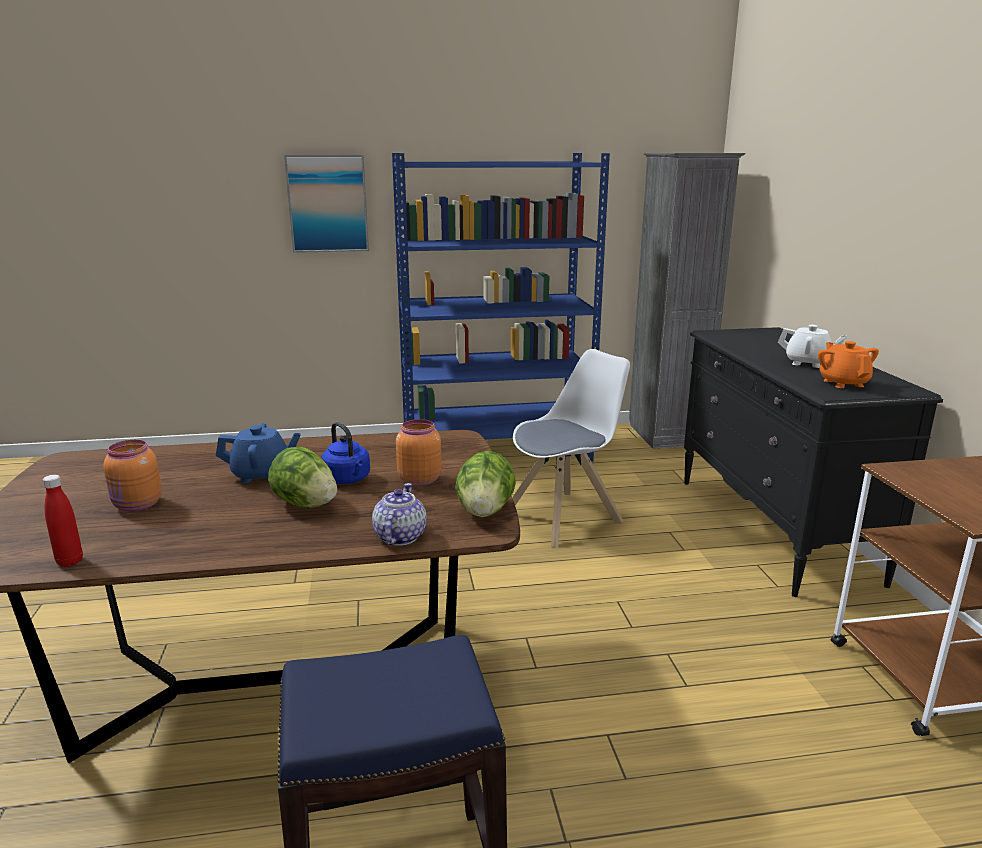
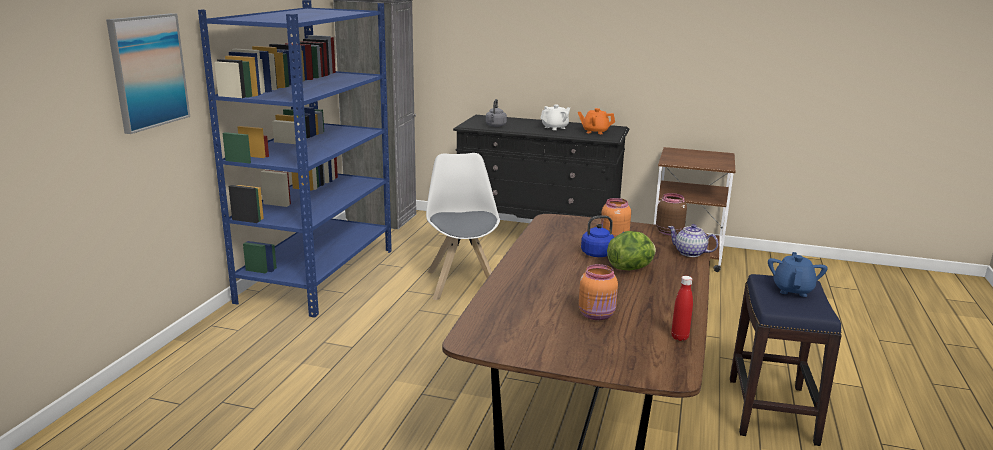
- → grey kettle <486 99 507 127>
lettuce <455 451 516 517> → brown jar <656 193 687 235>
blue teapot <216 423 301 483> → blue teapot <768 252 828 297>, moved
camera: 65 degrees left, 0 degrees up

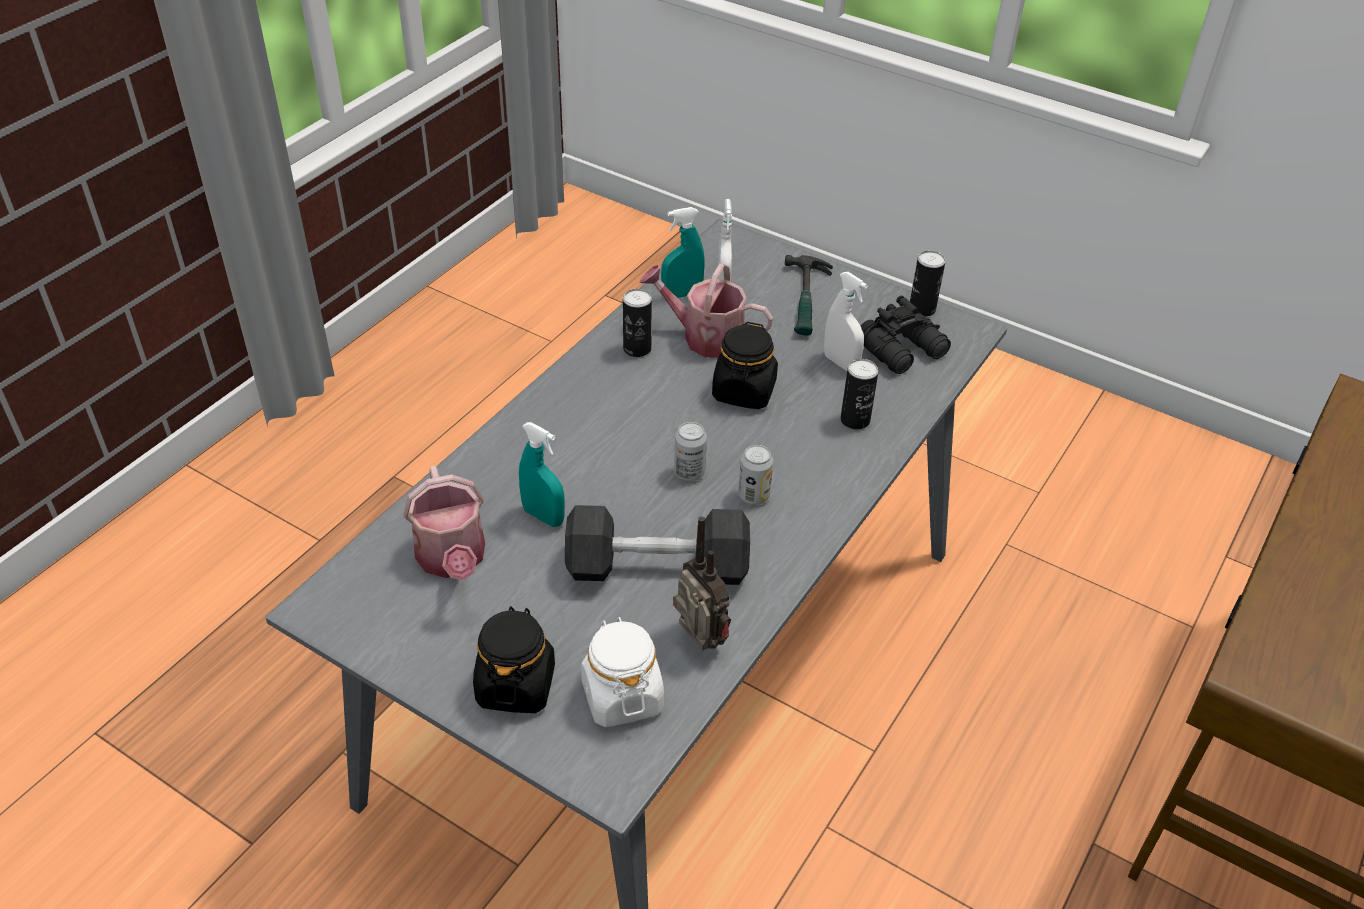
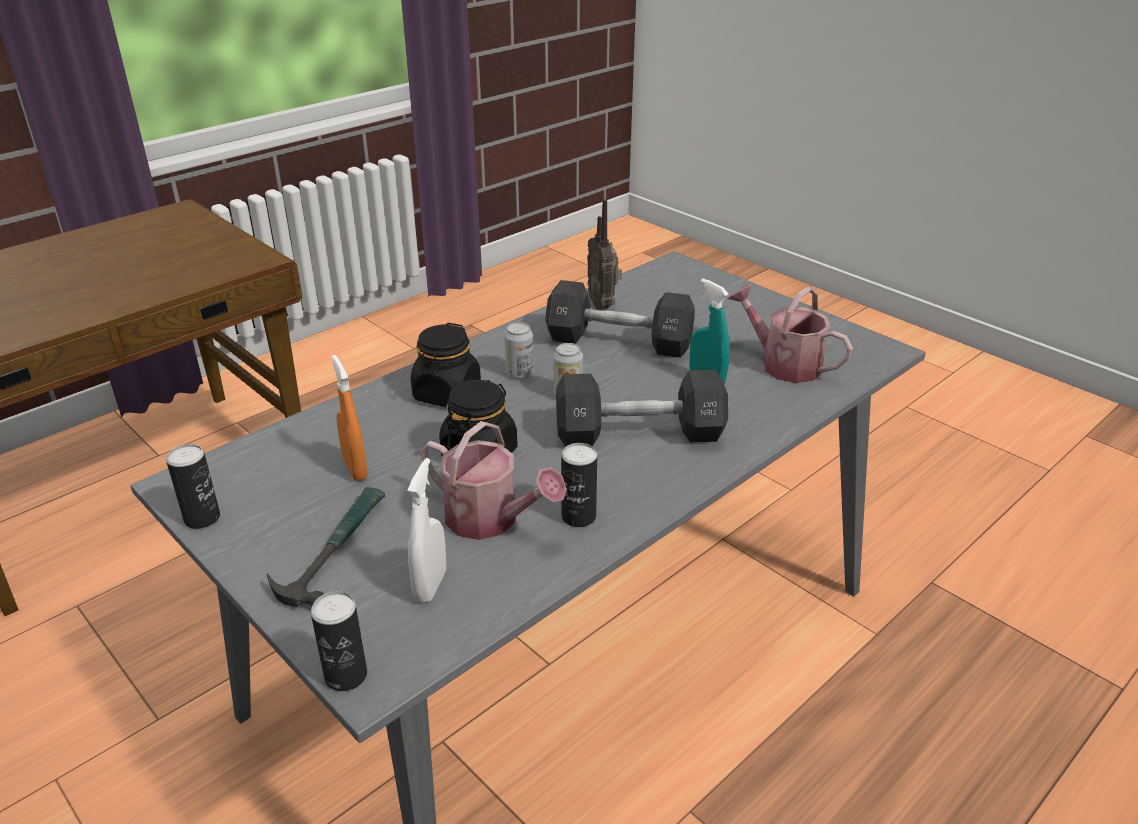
can <841 359 879 430> → can <311 591 367 691>, moved
white spray bottle <824 272 868 371> → orange spray bottle <332 355 368 481>
black jar <473 606 555 713> → black jar <411 323 481 407>, moved
- → black dumbbell <556 370 728 446>
watering can <403 466 485 580> → watering can <728 284 853 383>, 45 degrees counterclockwise
white jar <581 617 664 727> → -
turquoise spray bottle <661 207 705 298> → -
black binoculars <860 295 951 374> → -
camera: 165 degrees left, 10 degrees down

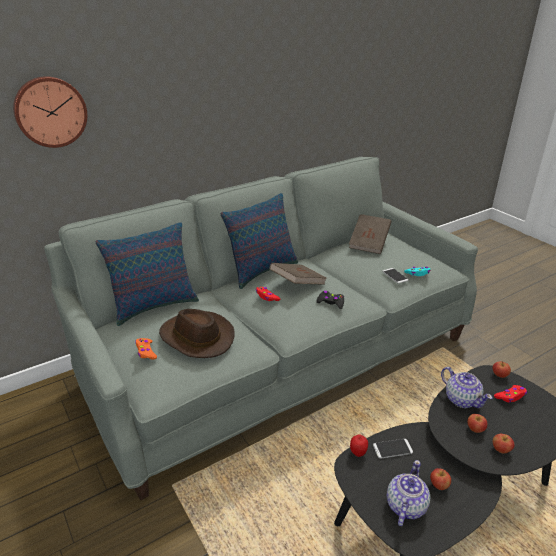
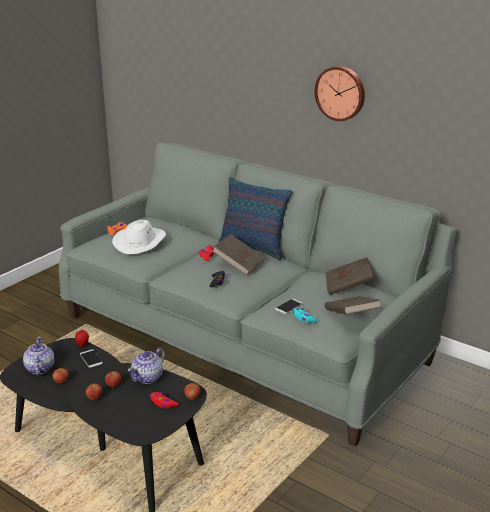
teapot <387 460 430 526> → teapot <23 337 55 375>, 105 degrees counterclockwise
brown hat <159 309 235 358> → white hat <112 220 166 254>
wall clock <13 76 87 148> → wall clock <314 66 365 121>, moved
- → brown book <325 296 382 314>
blue pillow <96 222 199 326> → -
camera: 70 degrees right, 5 degrees down

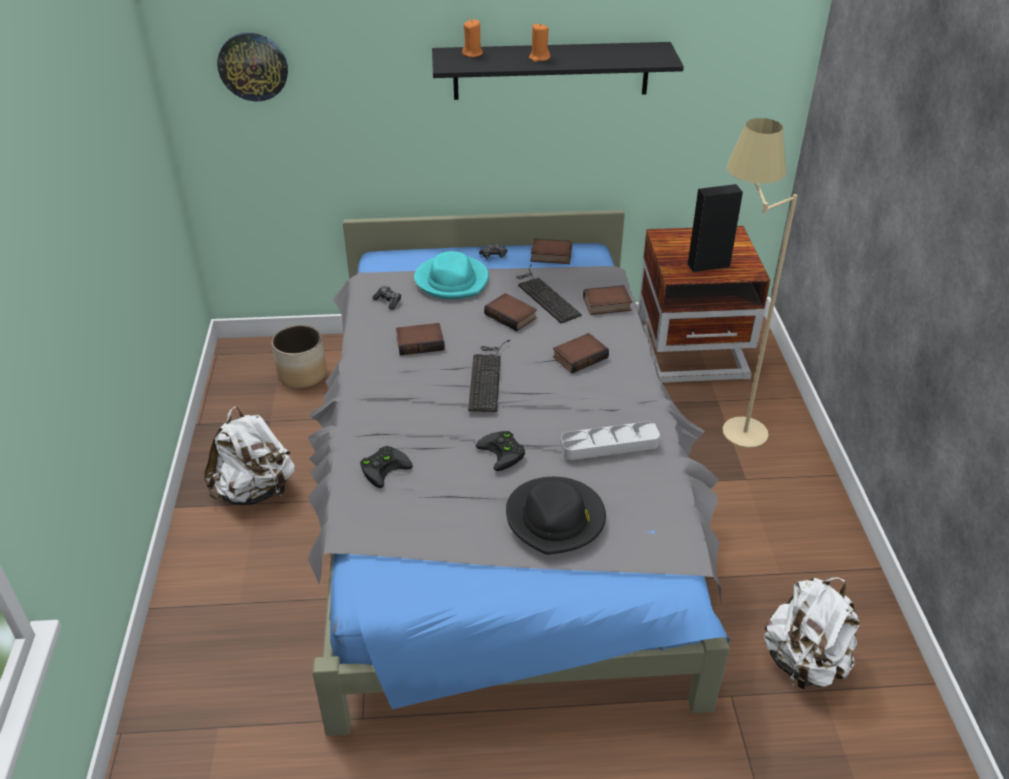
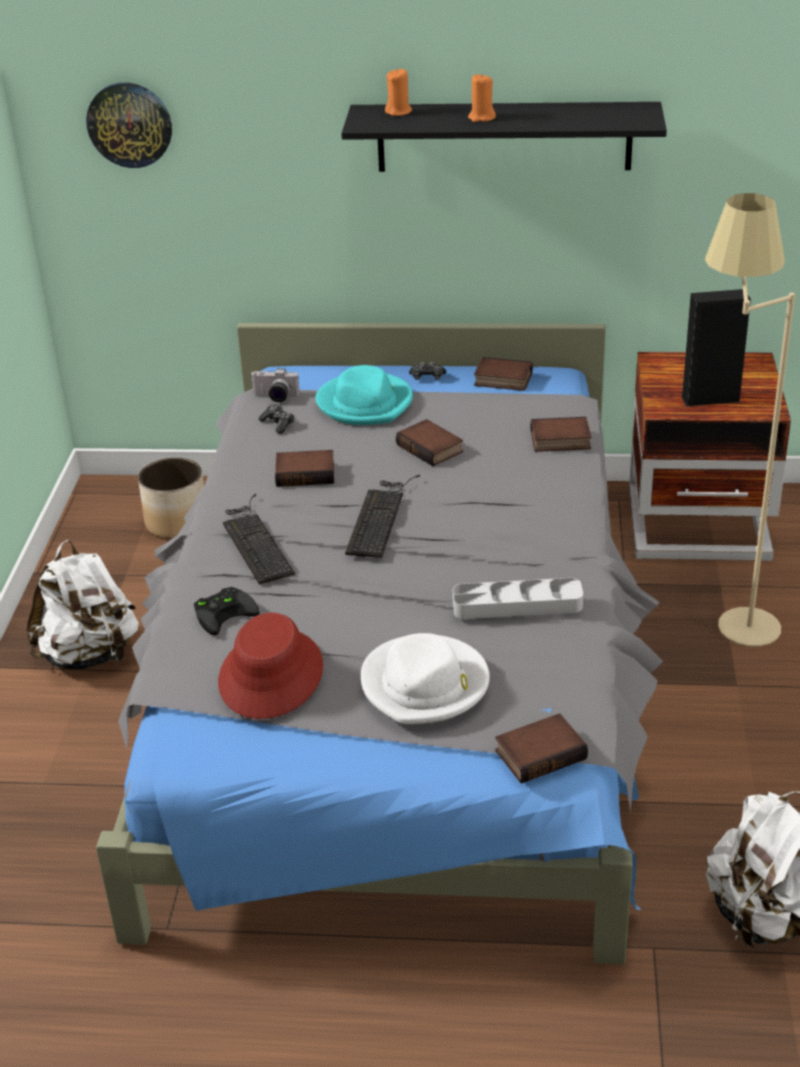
- → red hat <218 612 323 719>
keyboard <516 264 582 323> → keyboard <223 494 295 584>, moved
- → photo camera <250 369 300 402>
black hat <506 477 606 554> → white hat <361 633 490 724>
book <553 333 609 373> → book <495 713 588 784>, moved
black game controller <476 431 525 471> → -
camera: 10 degrees right, 5 degrees down

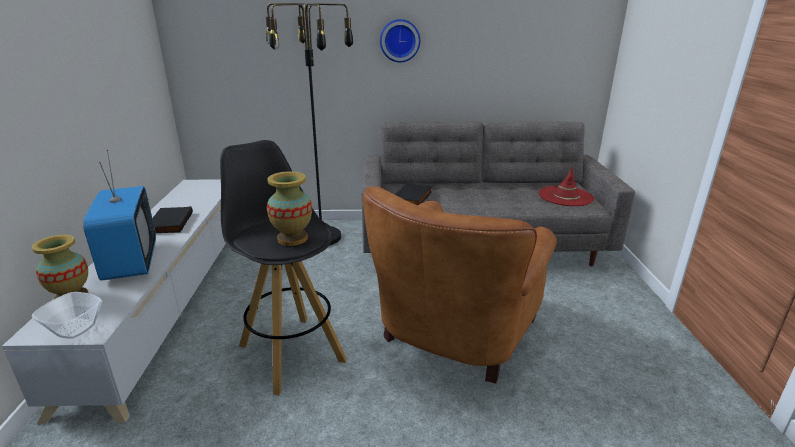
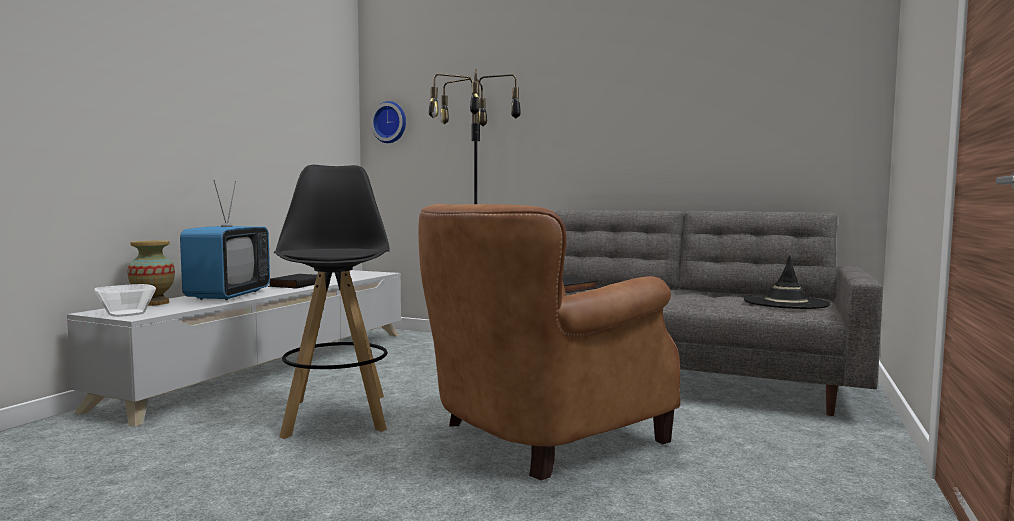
wall clock <380 19 420 62> → wall clock <371 101 406 143>, moved
red hat <539 166 594 206> → black hat <744 255 830 309>
vase <267 171 312 246> → -
camera: 25 degrees right, 20 degrees down

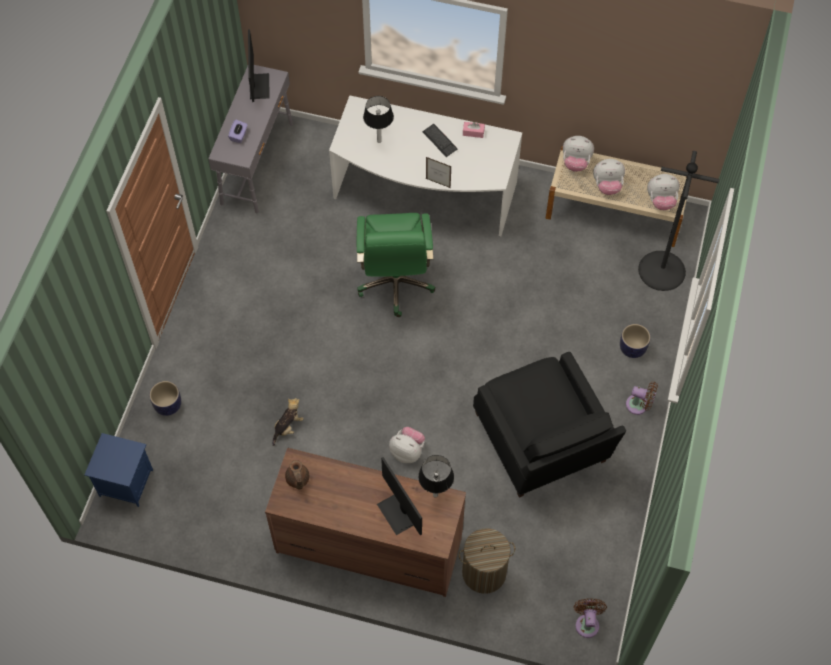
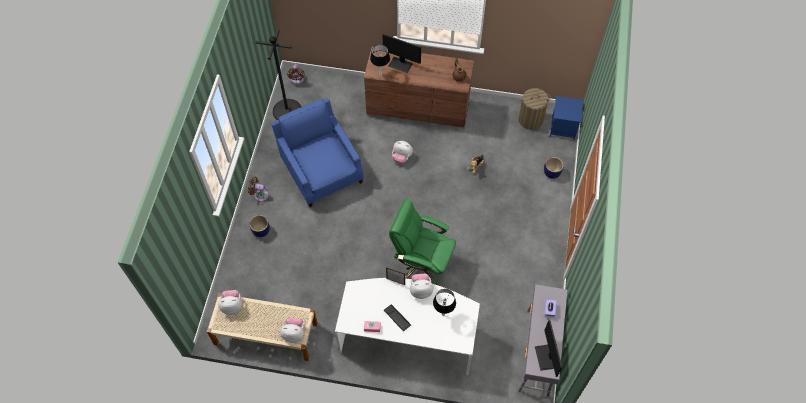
black clothes rack <638 151 719 291> → black clothes rack <256 30 301 120>, moved
black armchair <473 352 626 498> → blue armchair <271 98 364 207>
monitor <377 457 422 535> → monitor <383 34 421 73>, 150 degrees clockwise
green office chair <357 213 435 317> → green office chair <389 199 456 285>, 60 degrees counterclockwise
plush toy <593 159 625 195> → plush toy <410 274 434 299>, moved
laundry basket <459 528 515 594> → laundry basket <518 88 551 130>, moved
camera: 175 degrees right, 0 degrees up

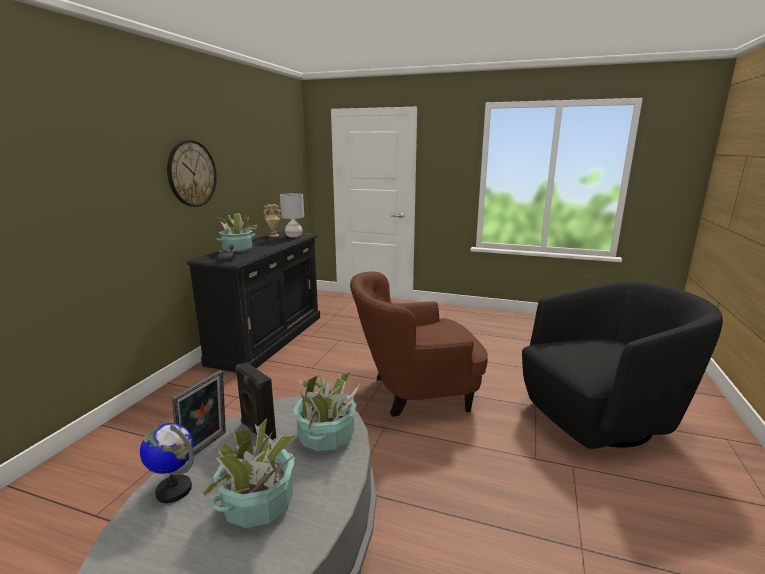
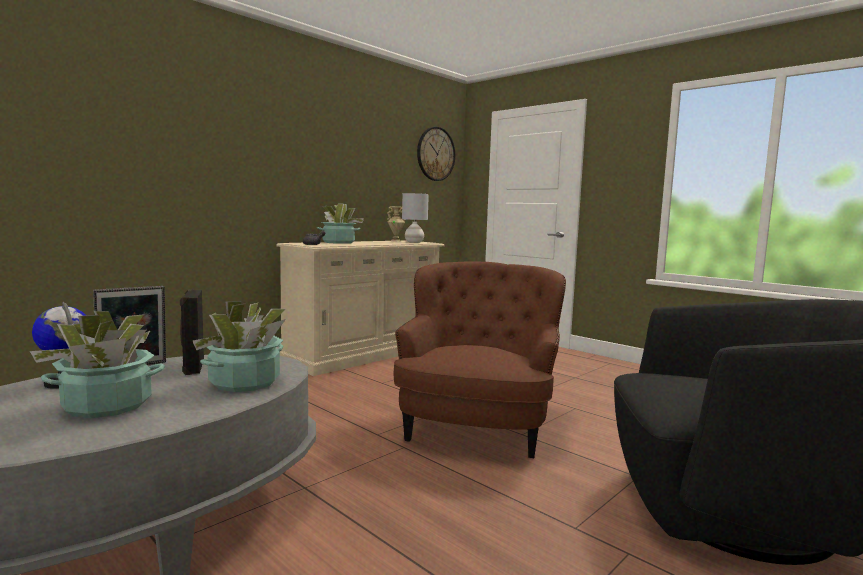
black cabinet <186 232 320 372> → beige cabinet <277 240 445 376>
brown armchair <350 272 488 417> → brown armchair <394 261 566 458>, 90 degrees clockwise
wall clock <167 140 217 207> → wall clock <417 127 455 181>, moved
camera: 25 degrees right, 10 degrees down

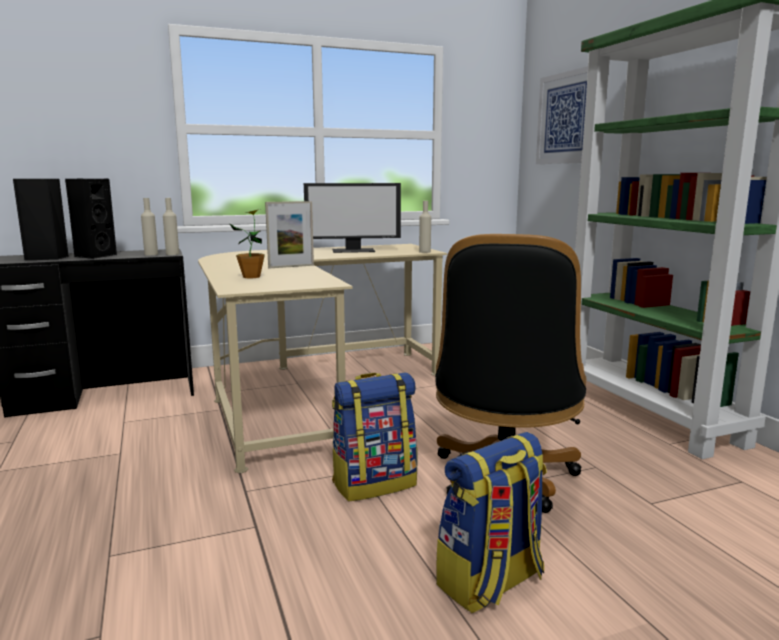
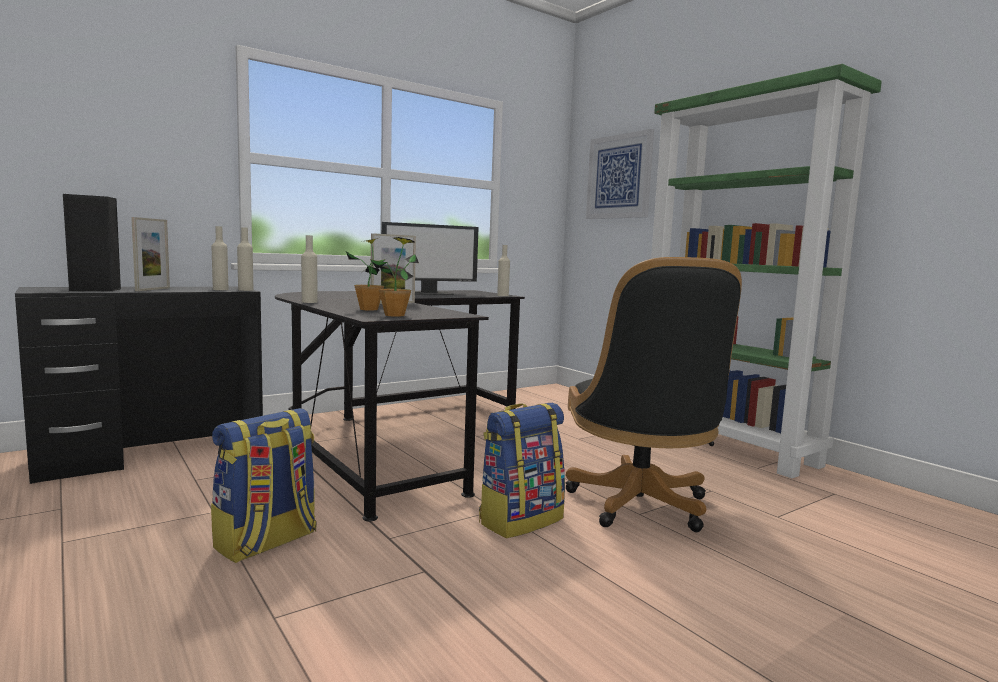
black speaker <65 179 117 259> → picture frame <131 217 170 291>
backpack <436 432 547 613> → backpack <211 408 317 563>, moved
beige desk <198 244 447 473> → black desk <275 290 525 522>
- → beige bottle <301 235 317 303>
- → potted plant <370 237 419 317>
camera: 15 degrees left, 5 degrees down

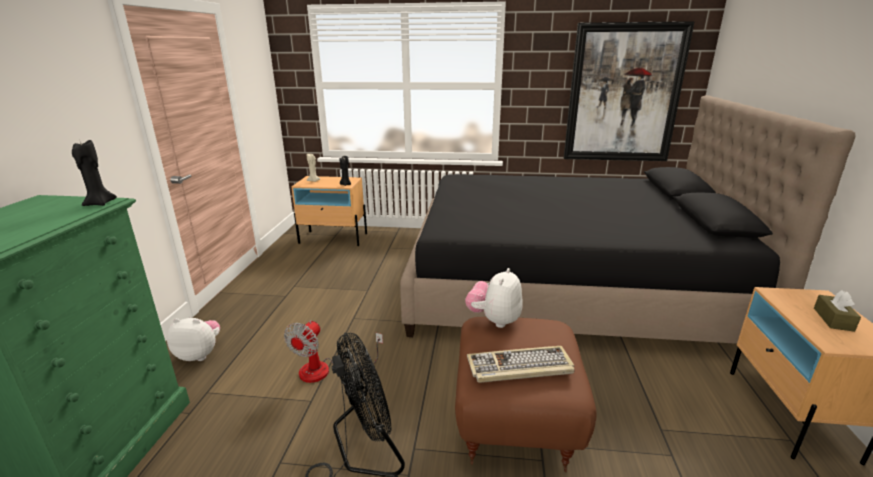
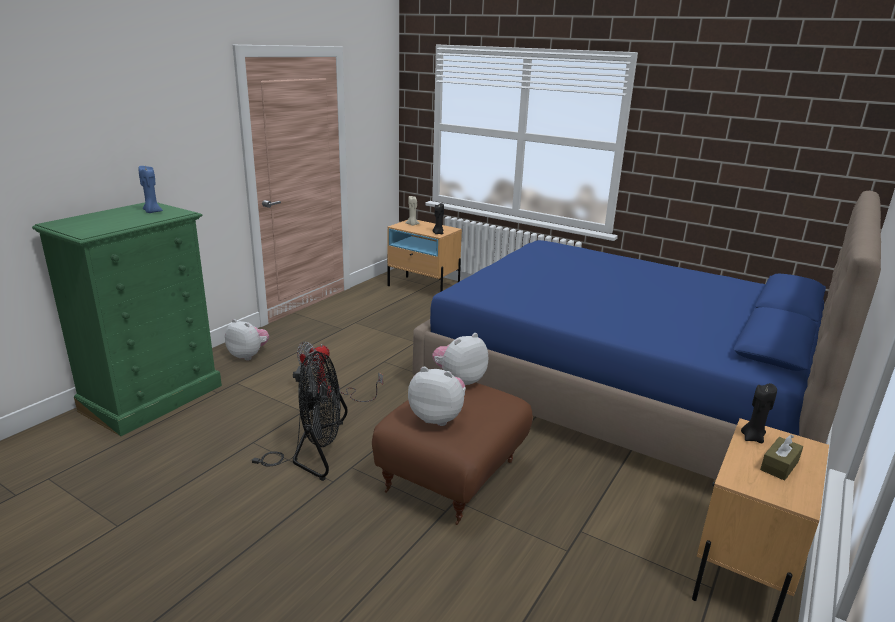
- → blue candle <138 165 163 213>
keyboard <467 346 574 383> → plush toy <408 367 466 426>
black bed <400 95 855 344> → blue bed <412 191 881 480>
black candle <72 140 117 206> → black candle <741 383 777 443>, moved
picture <564 21 695 161> → -
camera: 25 degrees right, 0 degrees up

